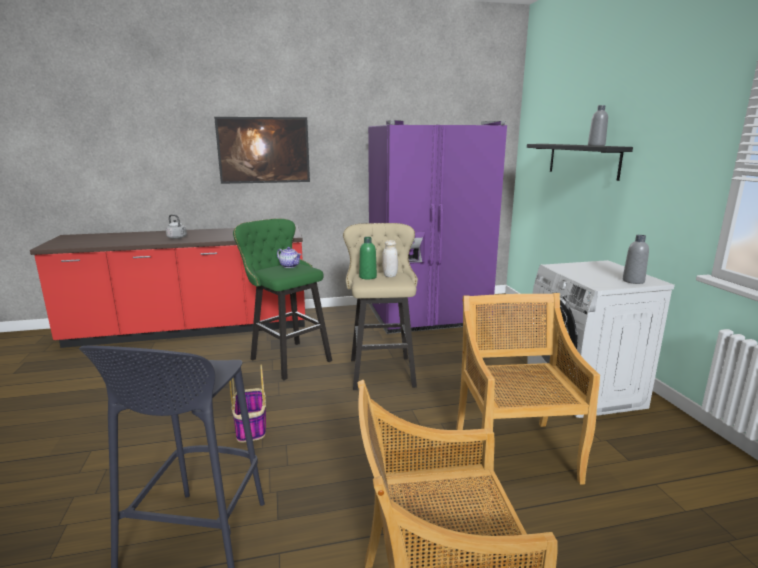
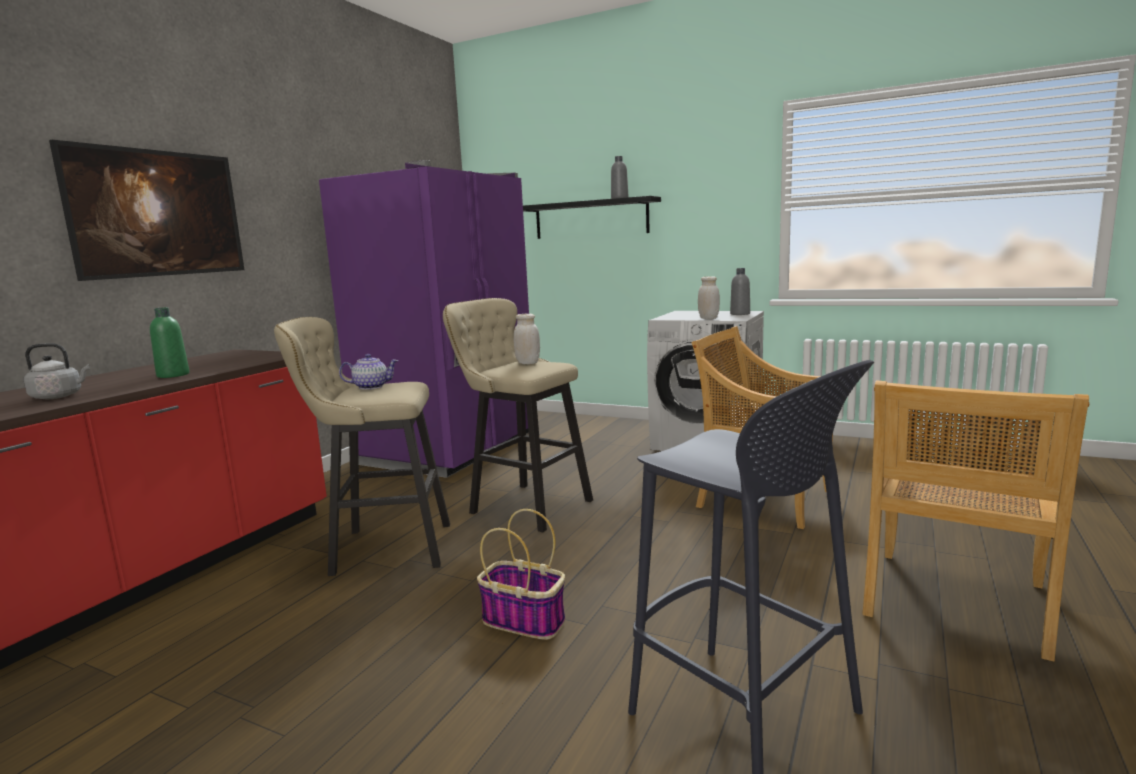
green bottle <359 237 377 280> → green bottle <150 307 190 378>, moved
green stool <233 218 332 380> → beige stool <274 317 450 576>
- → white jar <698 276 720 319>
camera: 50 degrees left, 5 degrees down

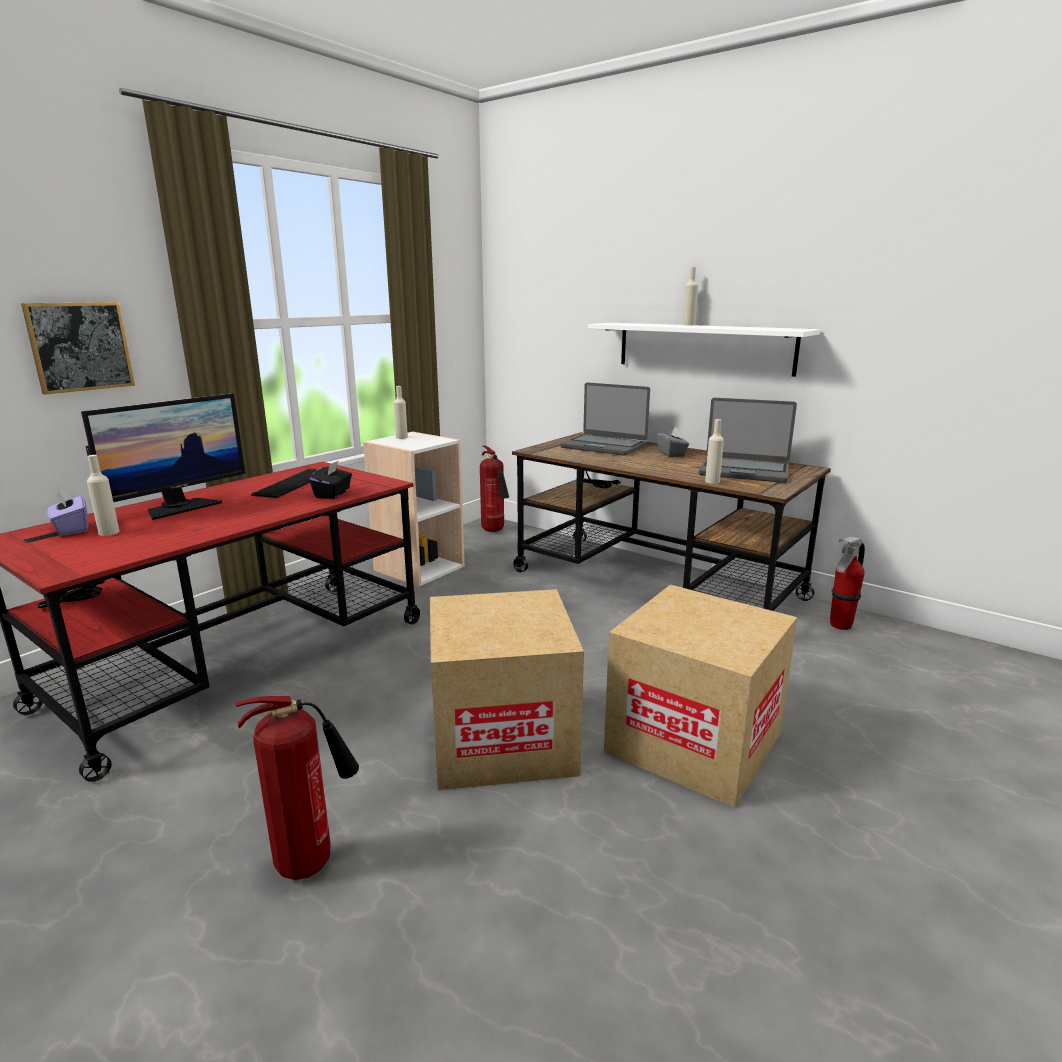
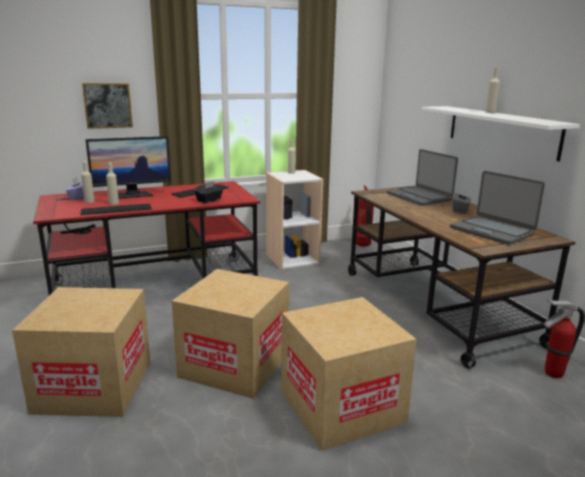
fire extinguisher <236 696 359 880> → cardboard box <12 287 150 417>
- → keyboard <80 204 152 215>
beige bottle <705 419 724 484> → beige bottle <106 163 119 205>, moved
camera: 30 degrees right, 0 degrees up

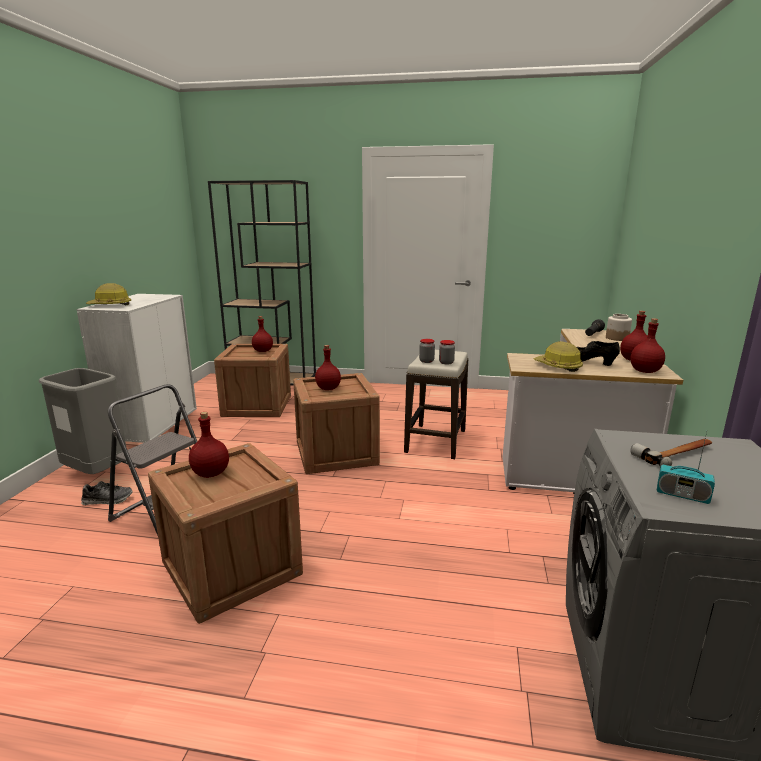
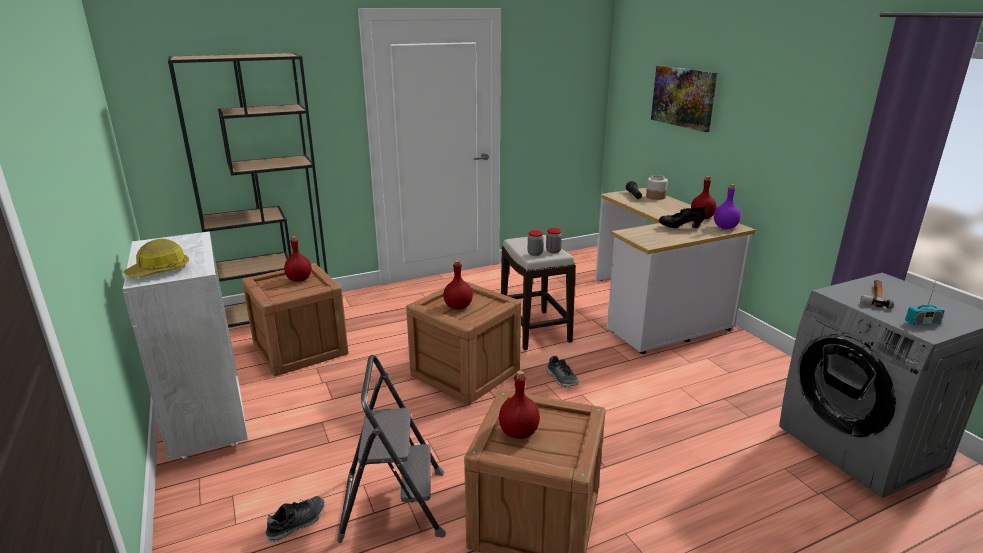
- → shoe <546 356 579 387>
- → picture <651 66 718 132>
red bottle <630 318 665 373> → purple bottle <714 184 741 229>
grey trash can <39 368 126 474> → -
hard hat <534 341 583 372> → -
camera: 35 degrees left, 5 degrees up

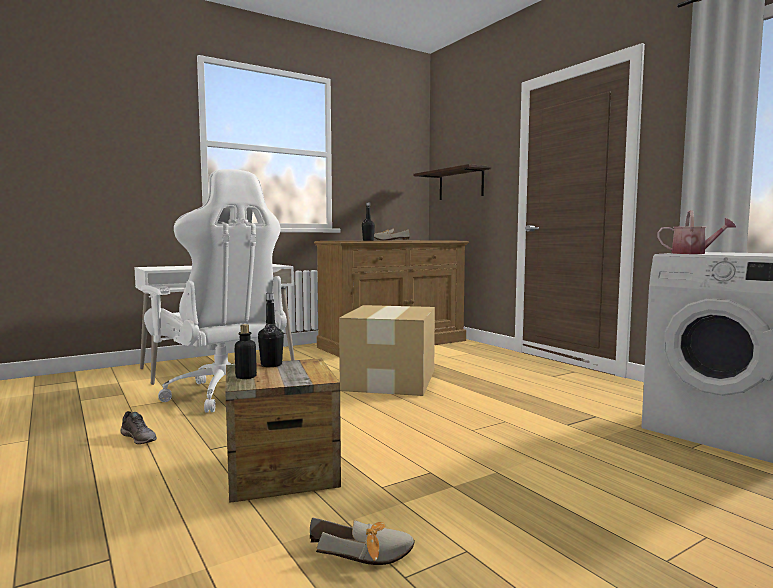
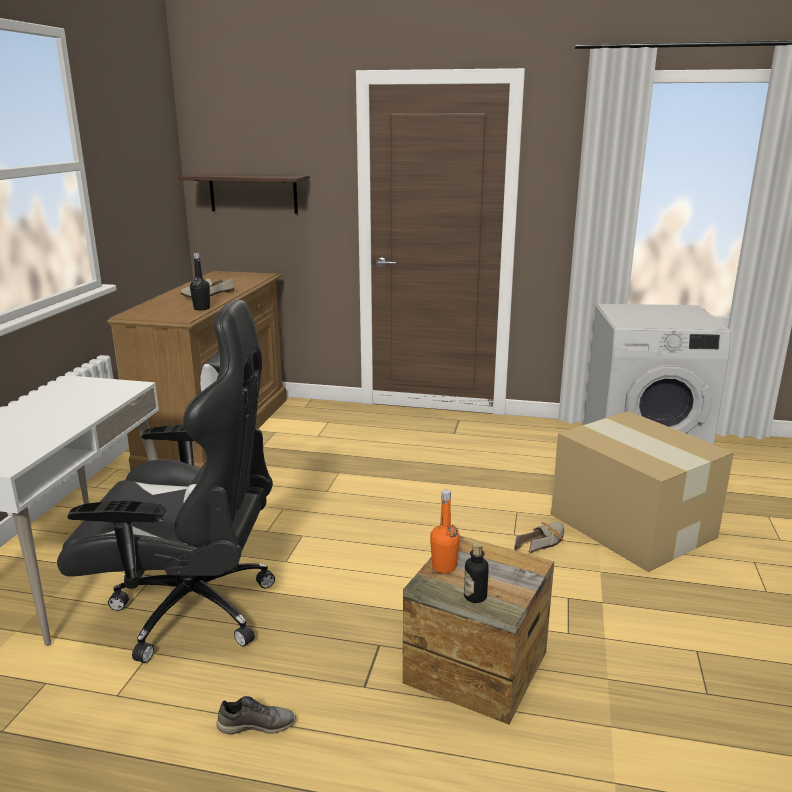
white office chair <141 169 287 412> → black office chair <57 300 275 663>
black bottle <258 293 284 367> → orange bottle <430 490 460 573>
shoe <310 517 415 565> → shoe <514 522 564 553>, moved
cardboard box <339 305 435 396> → cardboard box <551 411 734 572>, moved
watering can <657 210 736 254> → -
camera: 45 degrees left, 15 degrees up

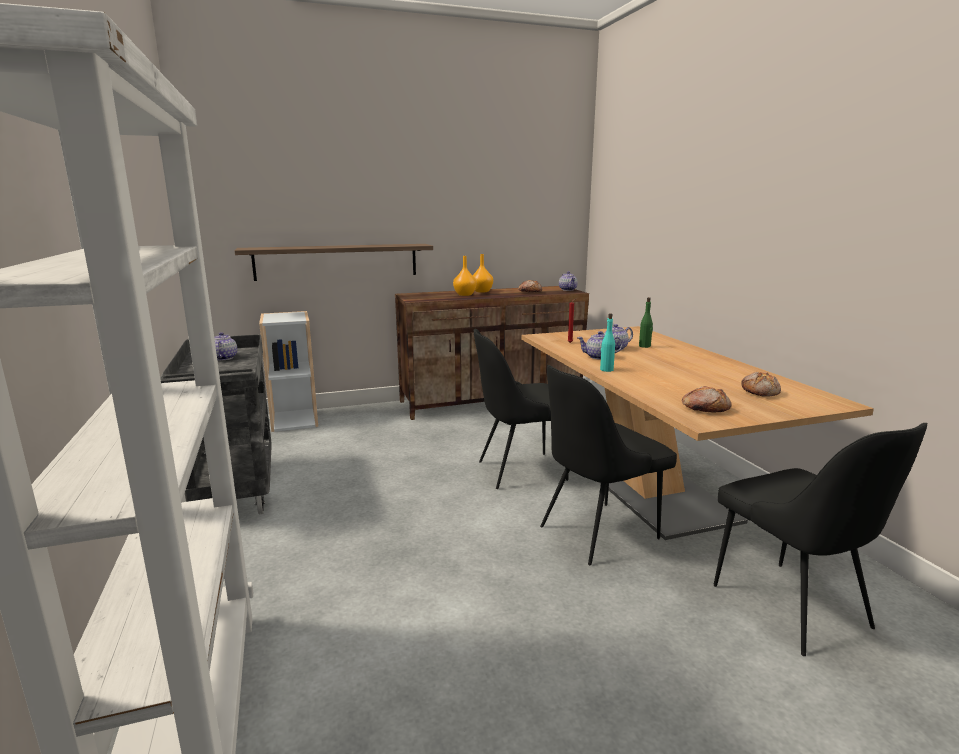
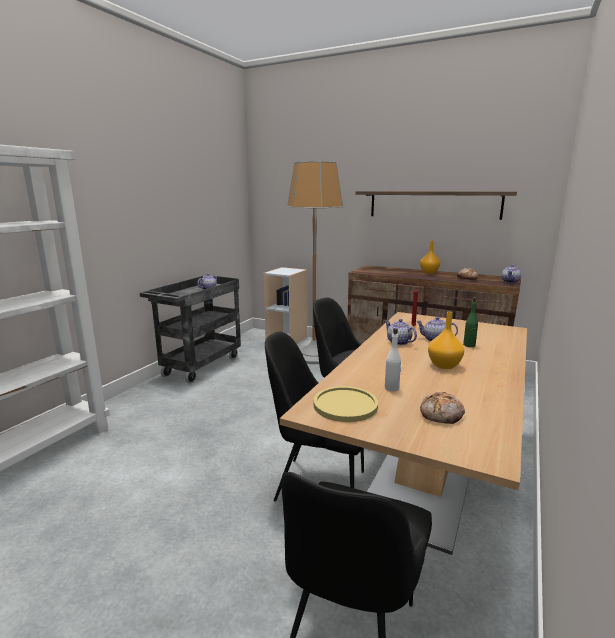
- → floor lamp <287 161 343 364>
bread <682 386 732 413> → yellow plate <314 386 378 422>
shelf <235 244 433 281> → shelf <355 191 517 220>, moved
- → white bottle <385 328 401 391>
orange vase <453 256 477 296> → orange vase <428 312 464 369>, moved
turquoise bottle <600 313 615 372> → -
camera: 45 degrees right, 0 degrees up

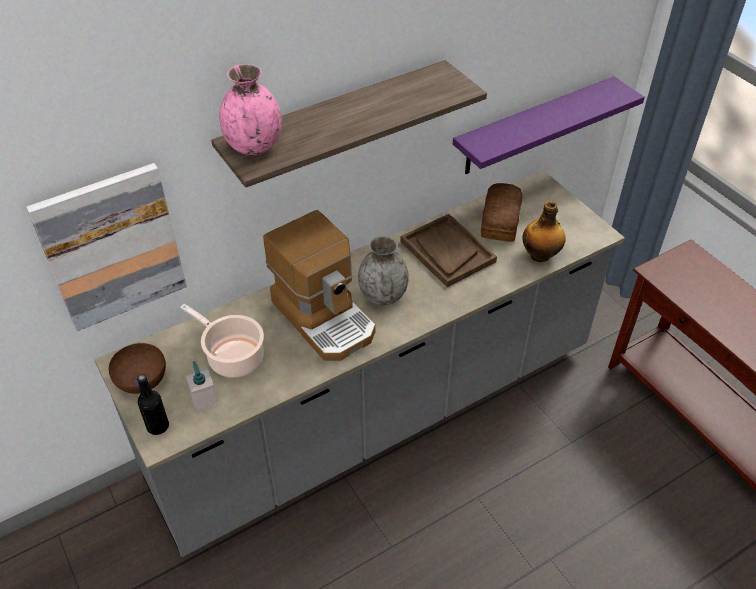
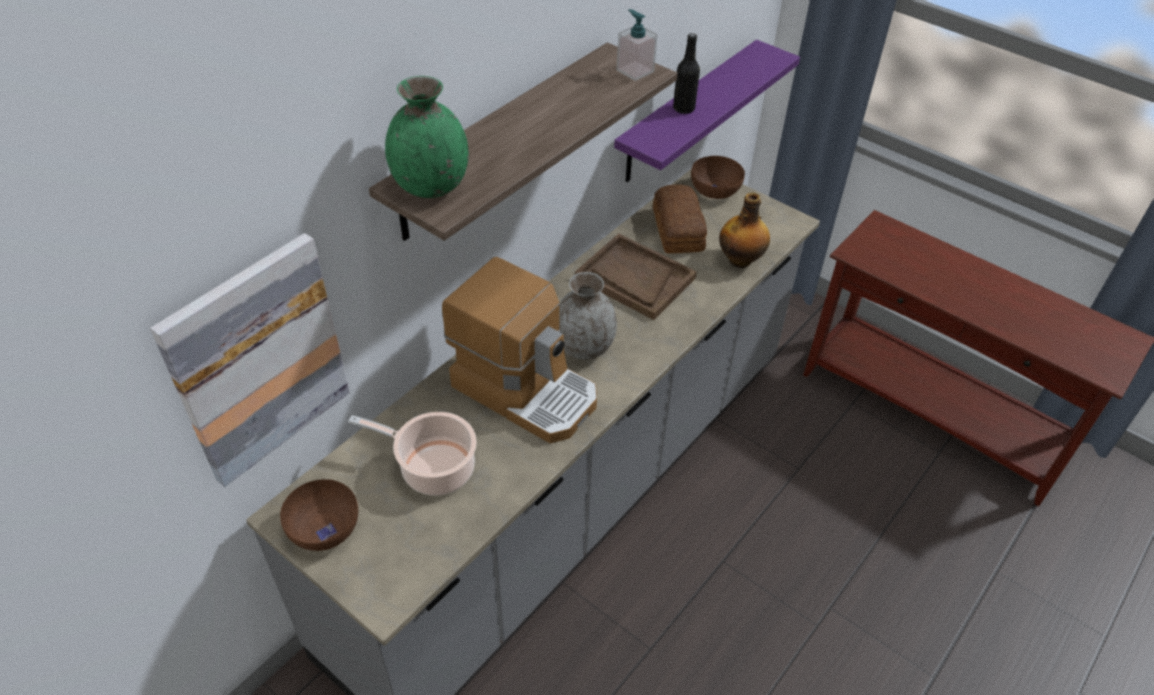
pink vase <219 64 282 155> → green vase <385 76 469 198>
soap dispenser <186 361 218 412> → soap dispenser <616 9 657 81>, moved
black bottle <137 374 169 435> → black bottle <673 33 700 114>, moved
- → brown bowl <691 156 745 199>
camera: 20 degrees left, 0 degrees up

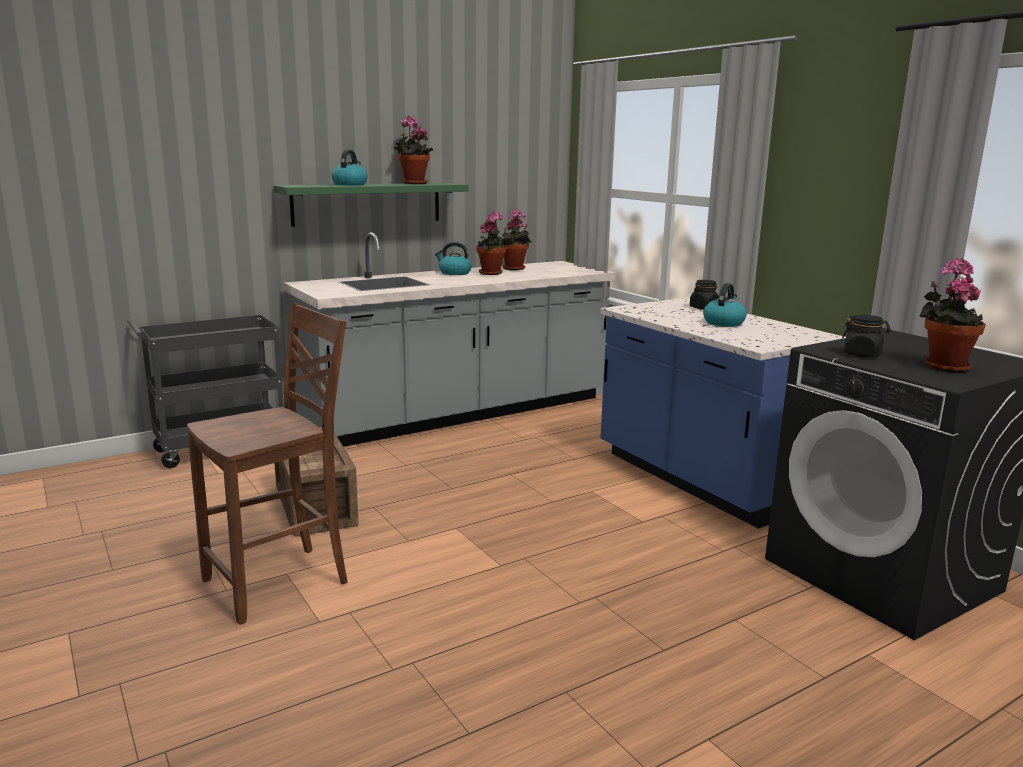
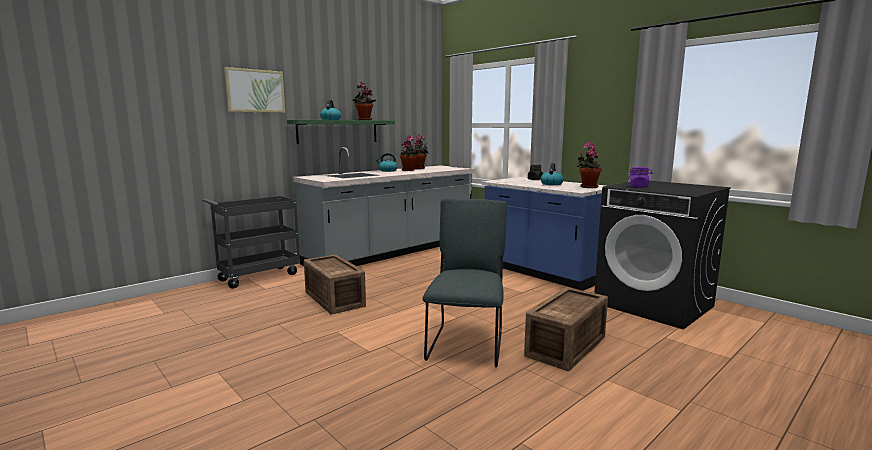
- → picture <224 67 285 113>
- → grey chair <422 198 507 368>
- → crate <524 287 608 371>
potted plant <920 258 986 372> → potted plant <577 142 602 188>, moved
black jar <842 315 891 357> → purple jar <628 167 653 188>
brown chair <187 303 348 625> → -
camera: 10 degrees left, 5 degrees down

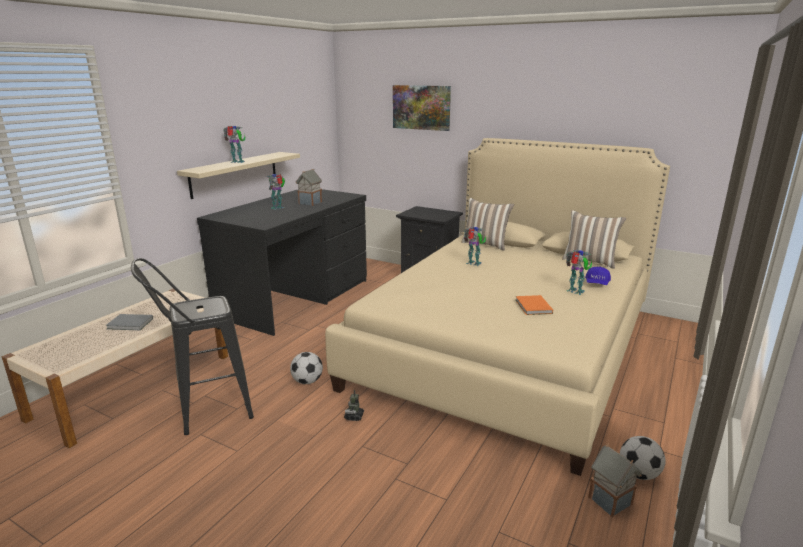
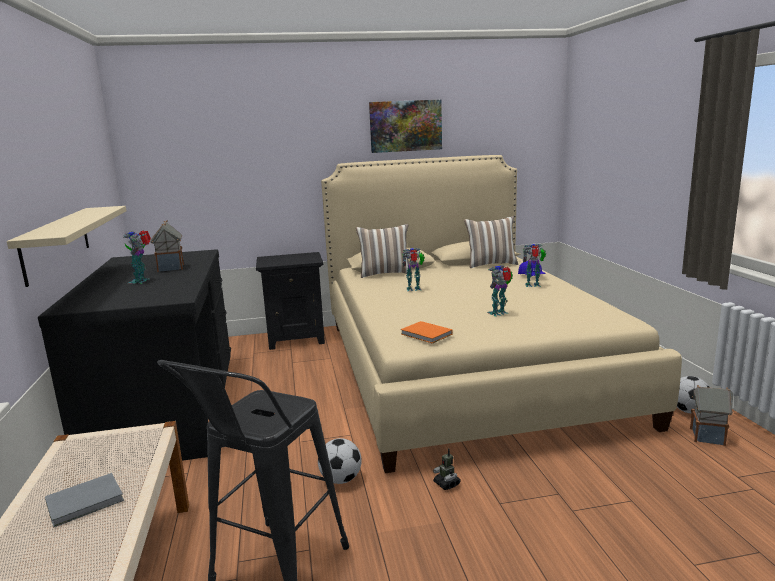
picture <393 85 451 131> → picture <369 100 442 153>, moved
orange book <516 295 553 315> → orange book <401 321 453 344>, moved
toy robot <224 126 245 163> → toy robot <487 265 513 317>, moved
camera: 40 degrees left, 5 degrees down

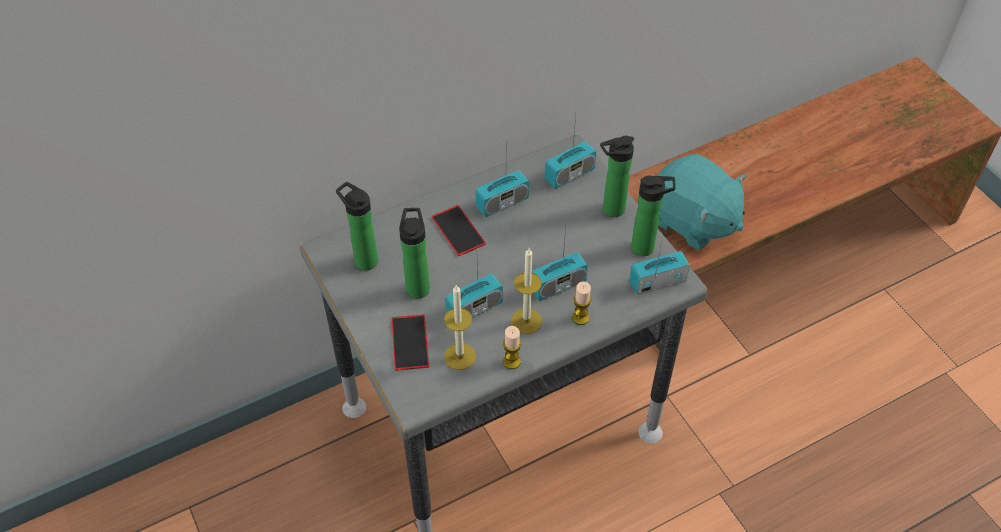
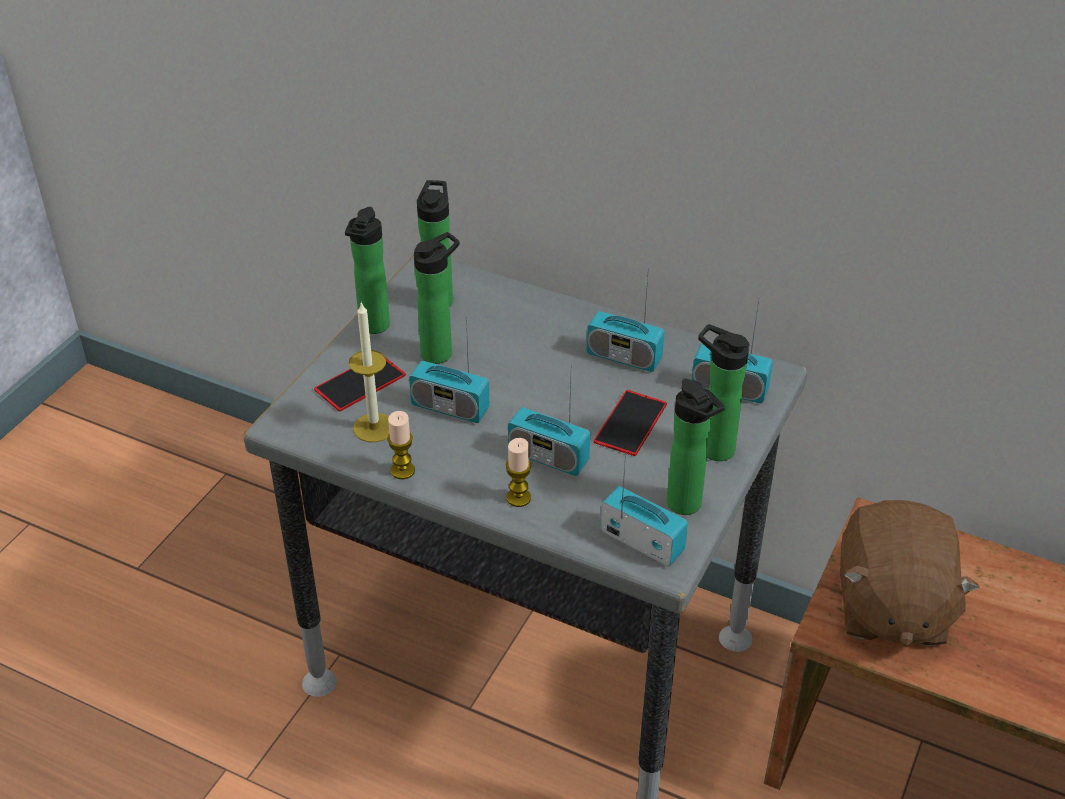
- → bottle <345 207 390 334>
phone <432 205 486 256> → phone <594 390 667 456>, moved
turquoise plush toy <657 154 747 250> → brown plush toy <840 500 980 647>
candle <511 248 542 334> → -
camera: 55 degrees right, 10 degrees down

